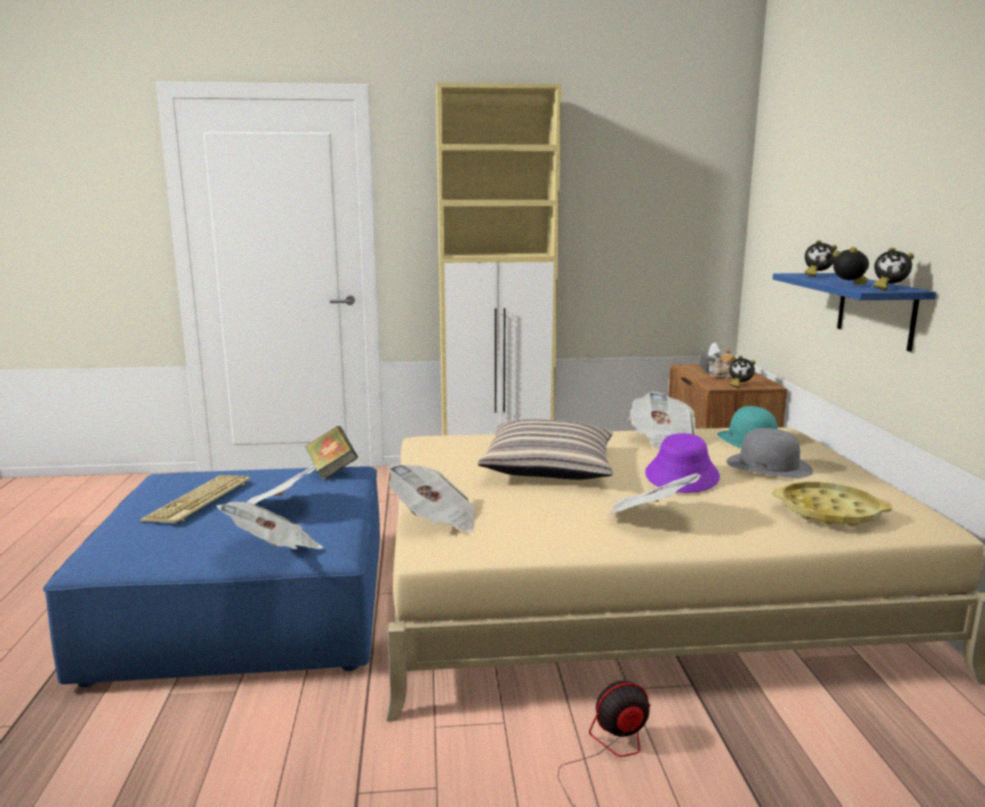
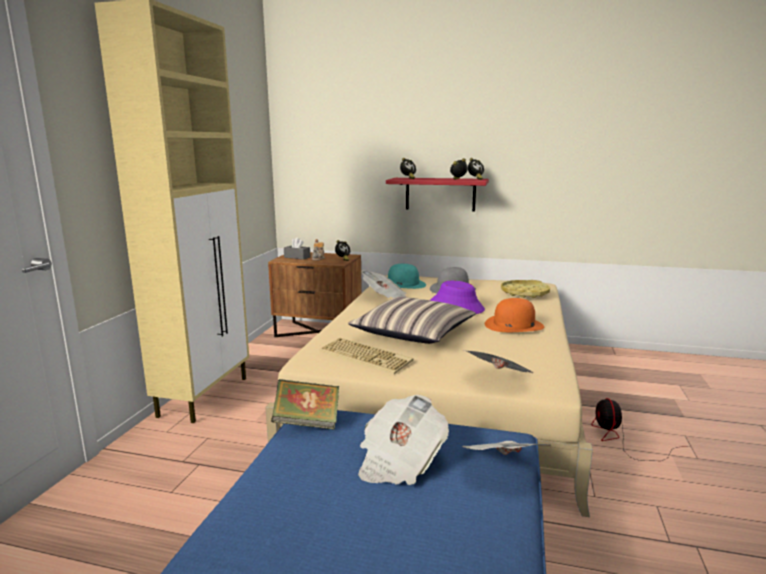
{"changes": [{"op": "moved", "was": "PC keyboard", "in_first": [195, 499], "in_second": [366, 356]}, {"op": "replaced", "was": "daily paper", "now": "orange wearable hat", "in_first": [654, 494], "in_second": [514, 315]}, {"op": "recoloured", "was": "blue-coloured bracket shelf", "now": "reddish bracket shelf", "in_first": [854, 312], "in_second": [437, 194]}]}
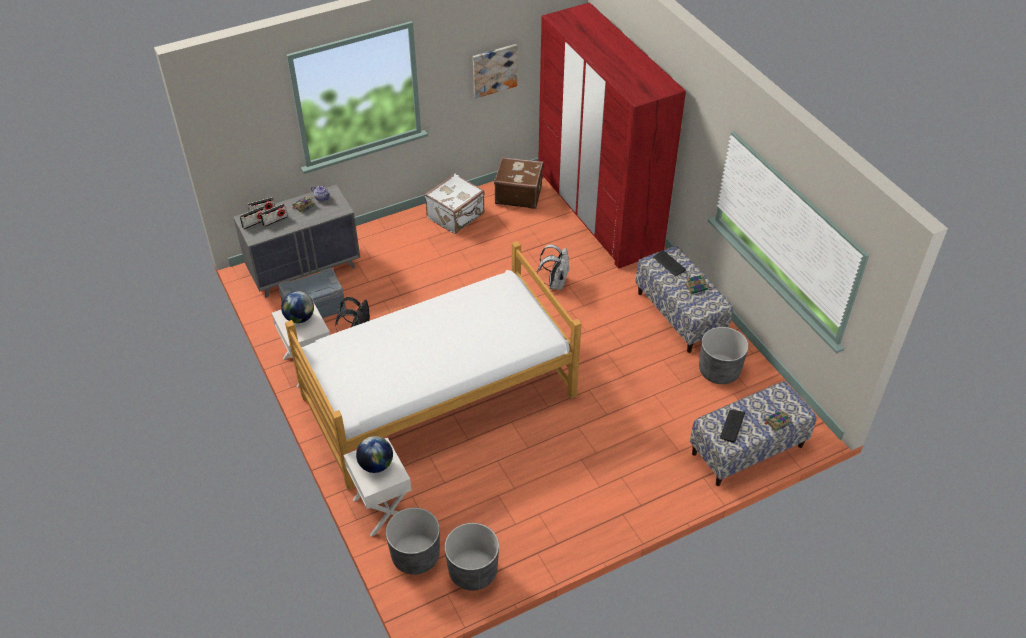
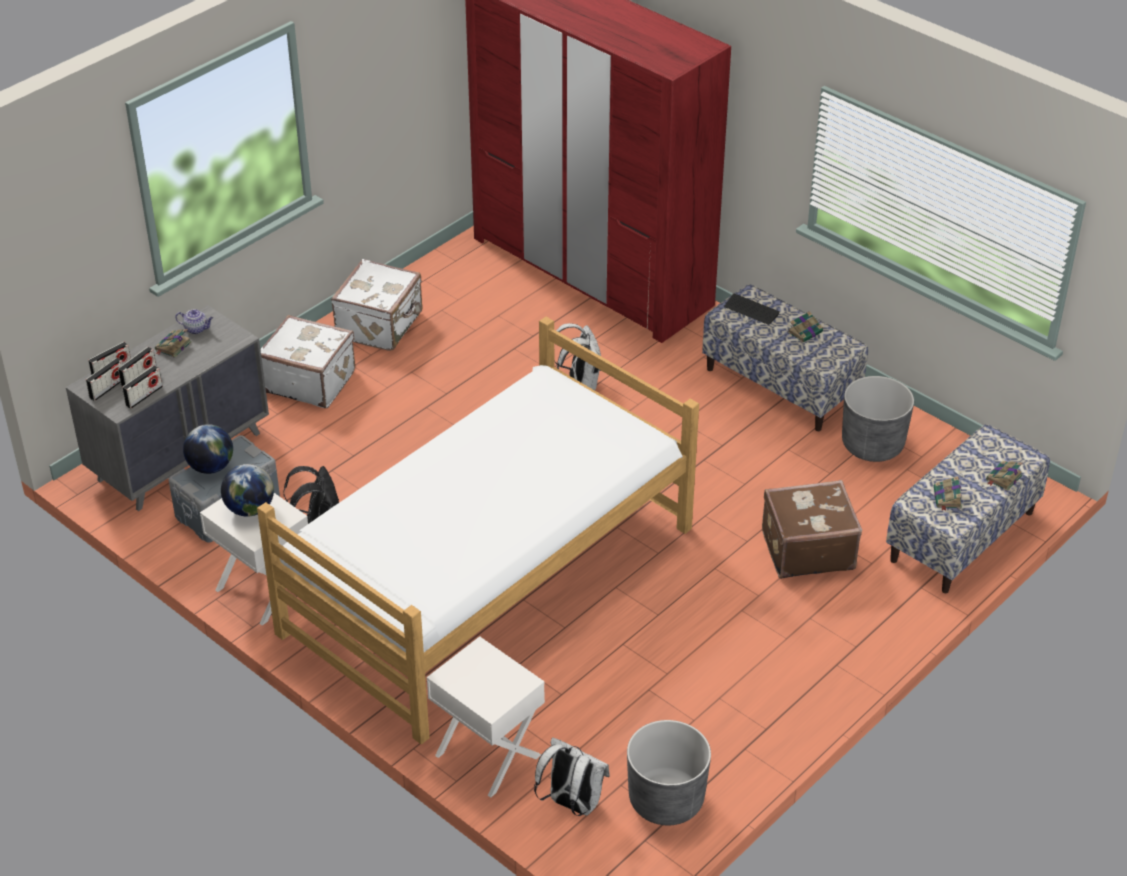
{"changes": [{"op": "moved", "was": "desk globe", "in_first": [374, 454], "in_second": [208, 449]}, {"op": "replaced", "was": "greyish flower pot", "now": "whitish rucksack", "in_first": [413, 541], "in_second": [572, 776]}, {"op": "removed", "was": "wall art", "in_first": [495, 71]}, {"op": "moved", "was": "brown suitcase", "in_first": [519, 183], "in_second": [812, 529]}, {"op": "replaced", "was": "PC keyboard", "now": "volume", "in_first": [732, 426], "in_second": [948, 493]}, {"op": "added", "now": "radio receiver", "in_second": [142, 387]}, {"op": "added", "now": "whitish suitcase", "in_second": [307, 361]}]}
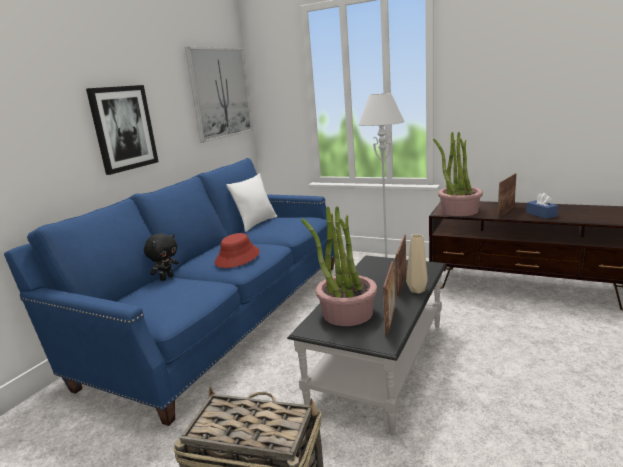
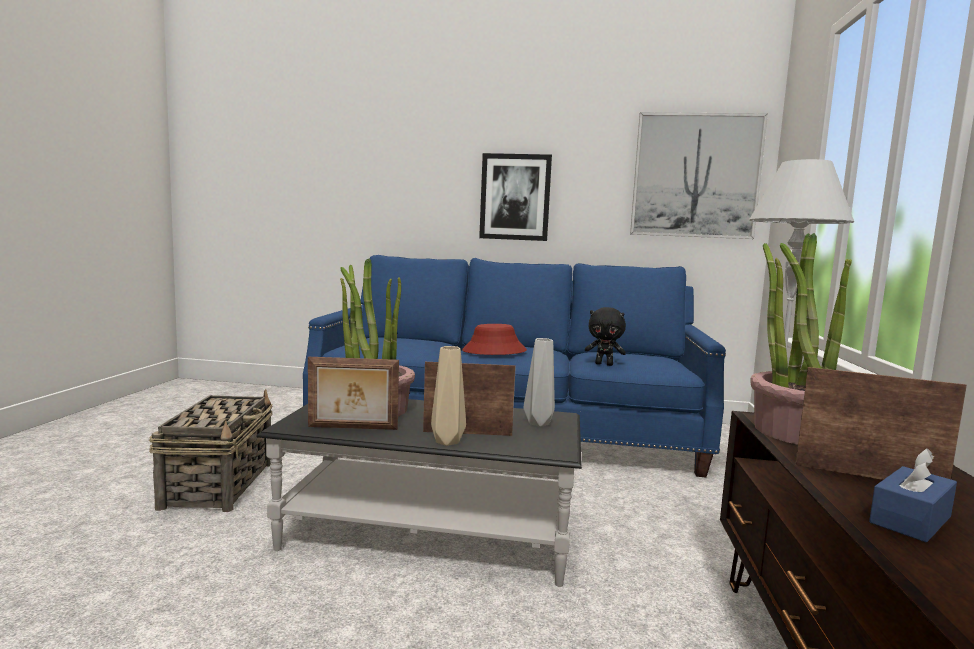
{"changes": [{"op": "moved", "was": "black soft toy", "in_first": [161, 257], "in_second": [605, 336]}, {"op": "removed", "was": "whitish cushion", "in_first": [252, 202]}, {"op": "added", "now": "greyish flower vase", "in_second": [539, 382]}]}
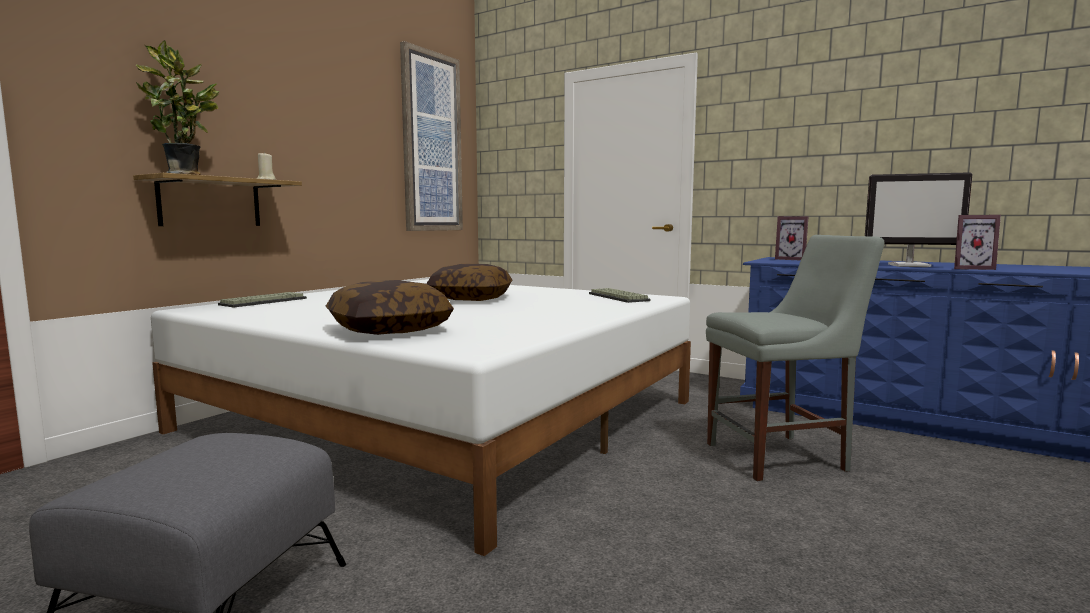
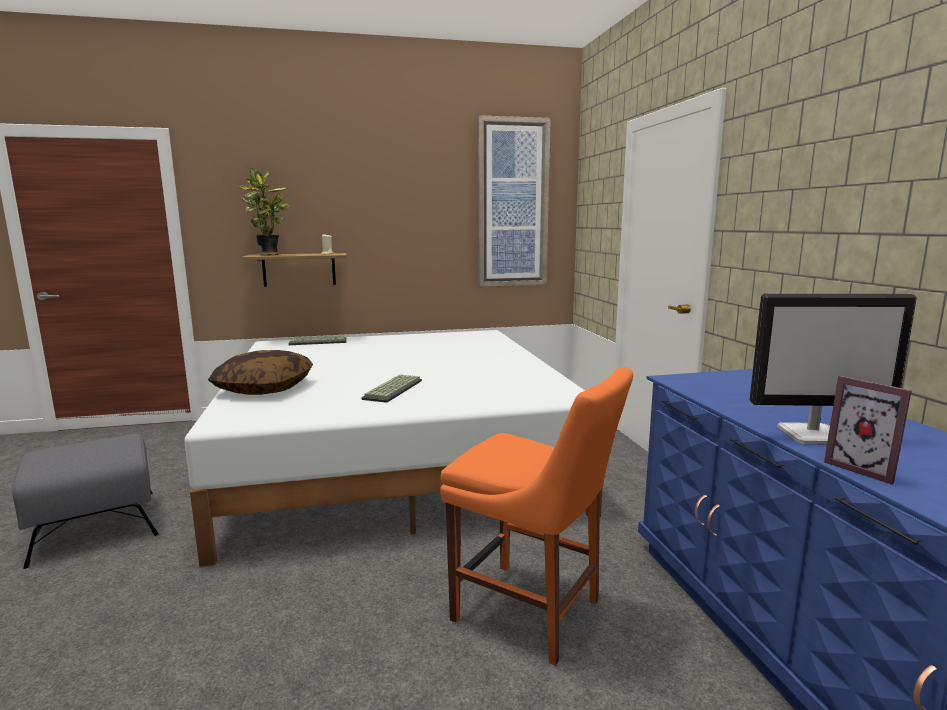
{"changes": [{"op": "removed", "was": "cushion", "in_first": [469, 282]}, {"op": "moved", "was": "PC keyboard", "in_first": [620, 295], "in_second": [391, 389]}, {"op": "recoloured", "was": "greyish upright chair", "now": "orange upright chair", "in_first": [795, 358], "in_second": [536, 516]}, {"op": "removed", "was": "standing frame", "in_first": [792, 238]}, {"op": "turned", "was": "computer display", "in_first": [919, 219], "in_second": [833, 369], "clockwise": -60}]}
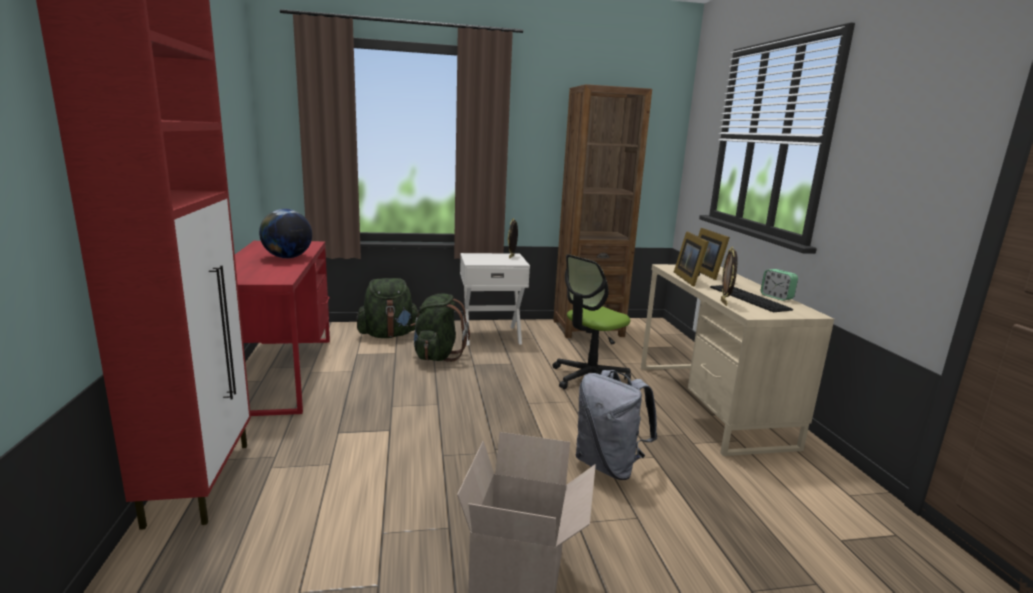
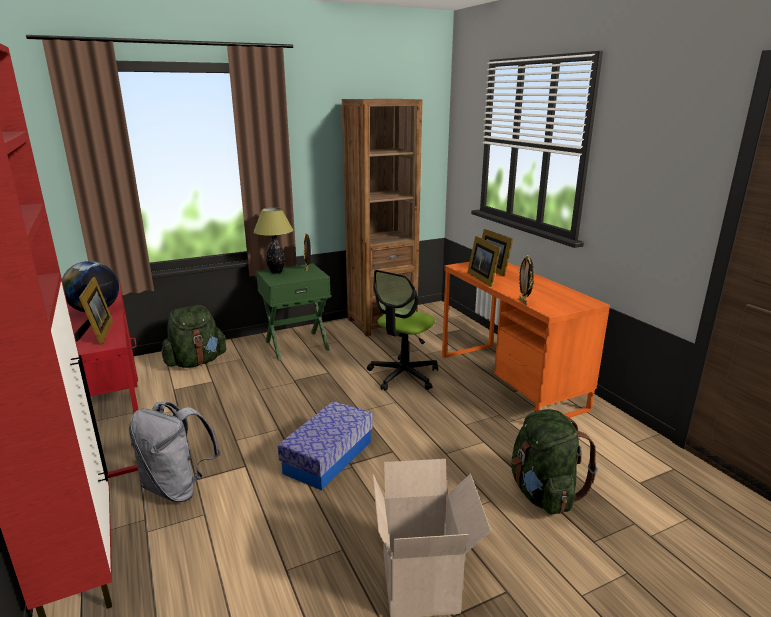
{"changes": [{"op": "moved", "was": "greenish rucksack", "in_first": [440, 327], "in_second": [554, 462]}, {"op": "recoloured", "was": "whitish night table", "now": "greenish night table", "in_first": [495, 299], "in_second": [293, 312]}, {"op": "moved", "was": "greyish rucksack", "in_first": [616, 425], "in_second": [174, 451]}, {"op": "recoloured", "was": "beige desk table", "now": "orange desk table", "in_first": [737, 360], "in_second": [526, 340]}, {"op": "removed", "was": "PC keyboard", "in_first": [751, 298]}, {"op": "removed", "was": "table clock", "in_first": [779, 285]}, {"op": "added", "now": "standing frame", "in_second": [93, 311]}, {"op": "added", "now": "table lamp", "in_second": [273, 240]}, {"op": "added", "now": "storage bin", "in_second": [325, 445]}]}
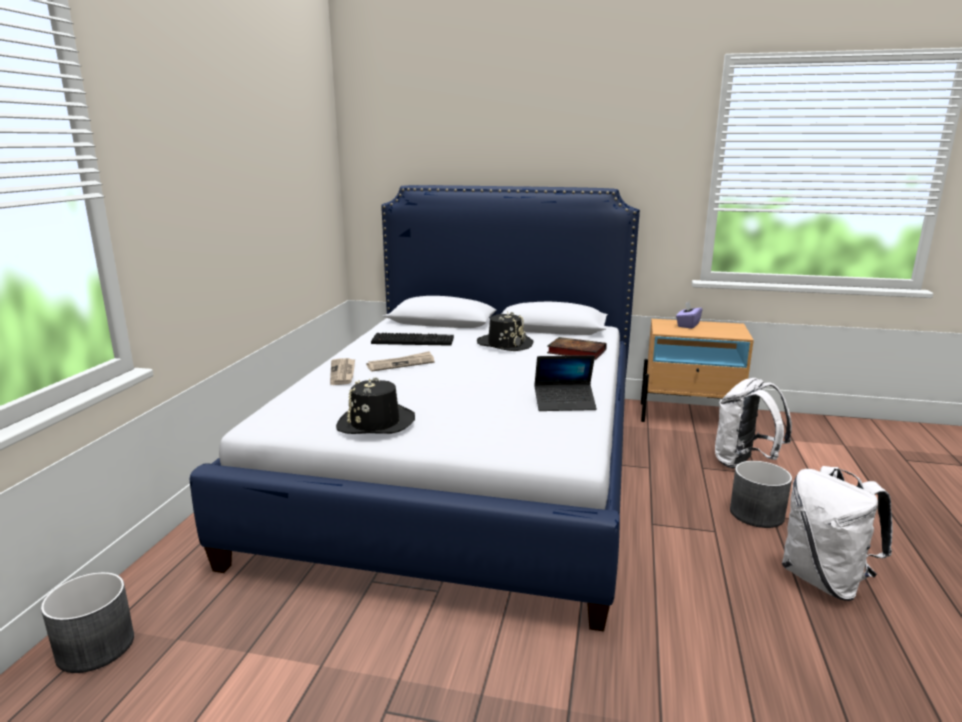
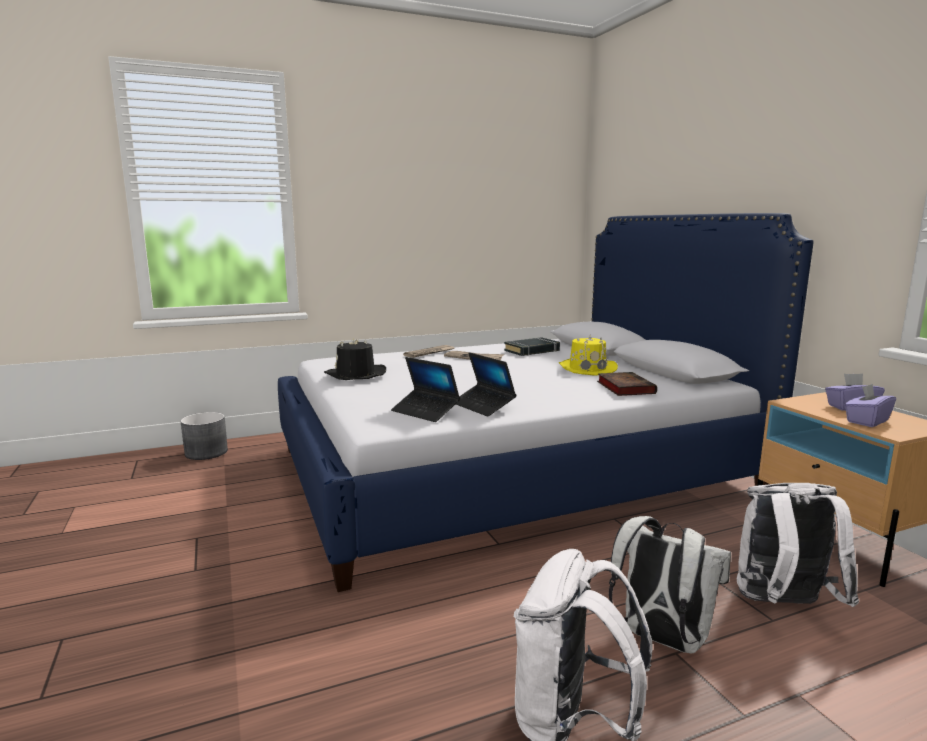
{"changes": [{"op": "replaced", "was": "PC keyboard", "now": "black volume", "in_first": [412, 339], "in_second": [532, 346]}, {"op": "recoloured", "was": "black wearable hat", "now": "yellow wearable hat", "in_first": [505, 331], "in_second": [588, 355]}, {"op": "replaced", "was": "greyish flower pot", "now": "whitish rucksack", "in_first": [761, 494], "in_second": [670, 584]}, {"op": "added", "now": "laptop", "in_second": [425, 389]}, {"op": "added", "now": "purple-coloured tissue holder", "in_second": [870, 405]}]}
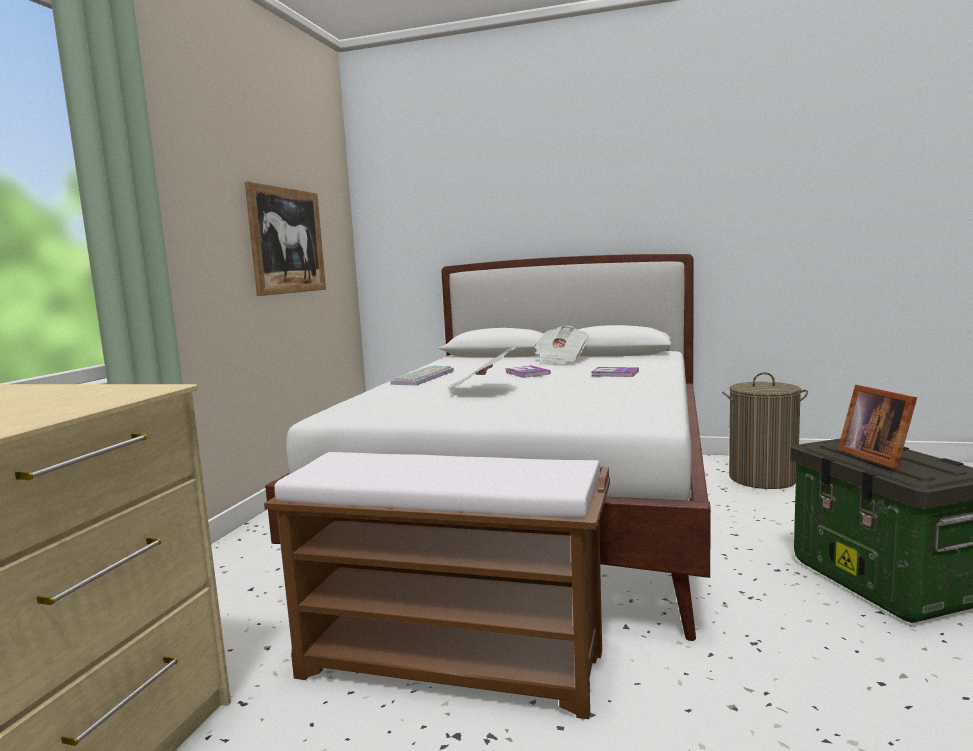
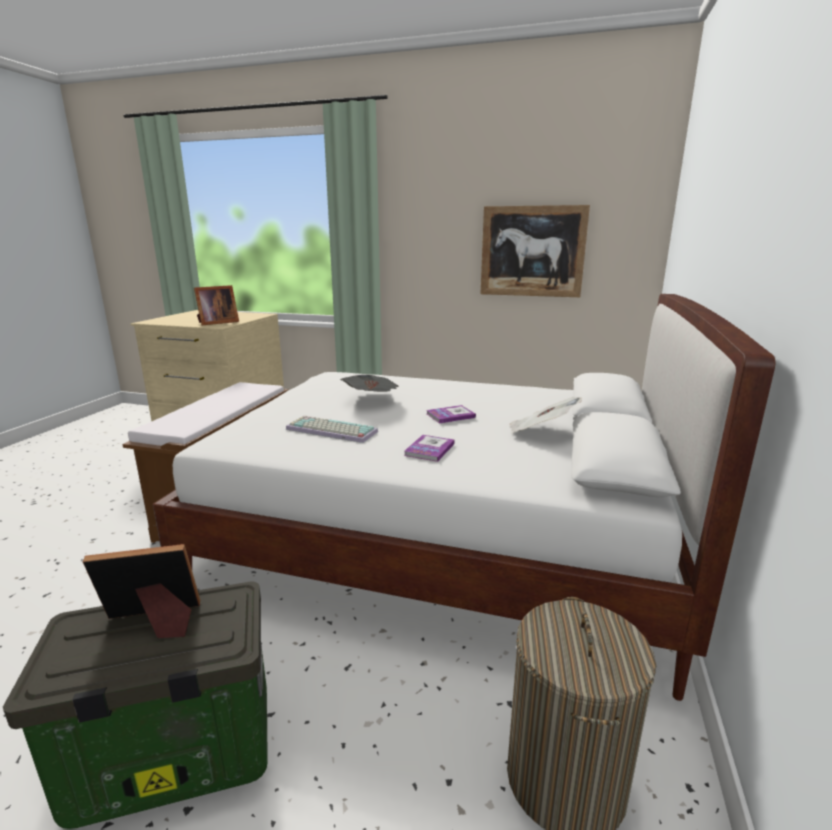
{"changes": [{"op": "moved", "was": "PC keyboard", "in_first": [422, 375], "in_second": [332, 429]}, {"op": "added", "now": "standing frame", "in_second": [216, 305]}]}
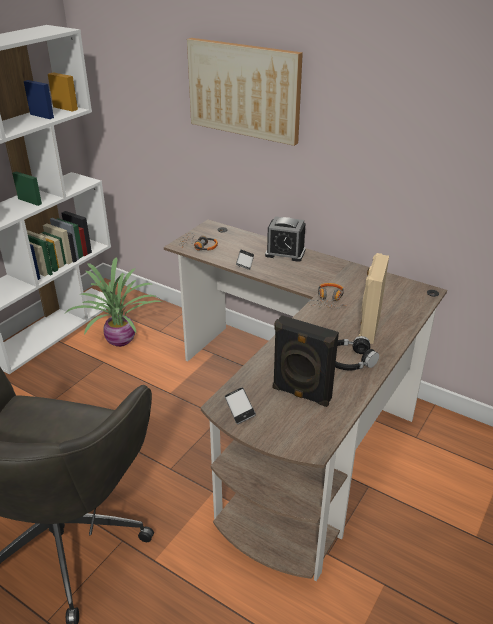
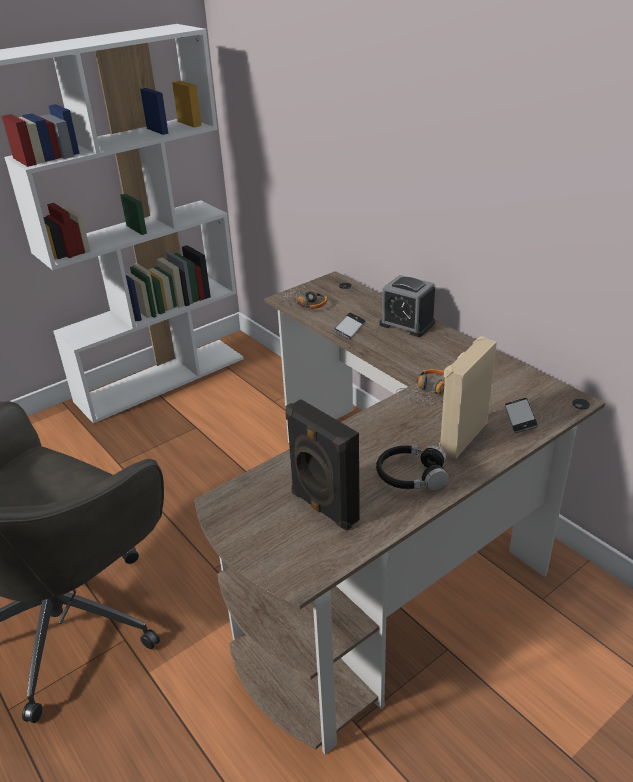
{"changes": [{"op": "removed", "was": "plant in a pot", "in_first": [114, 302]}, {"op": "removed", "was": "wall art", "in_first": [245, 92]}, {"op": "moved", "was": "handset", "in_first": [240, 405], "in_second": [521, 415]}]}
